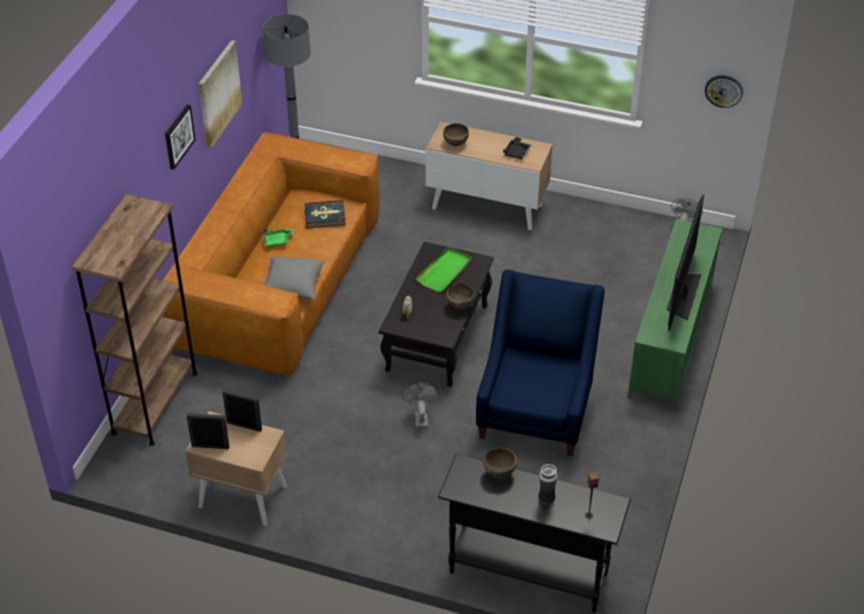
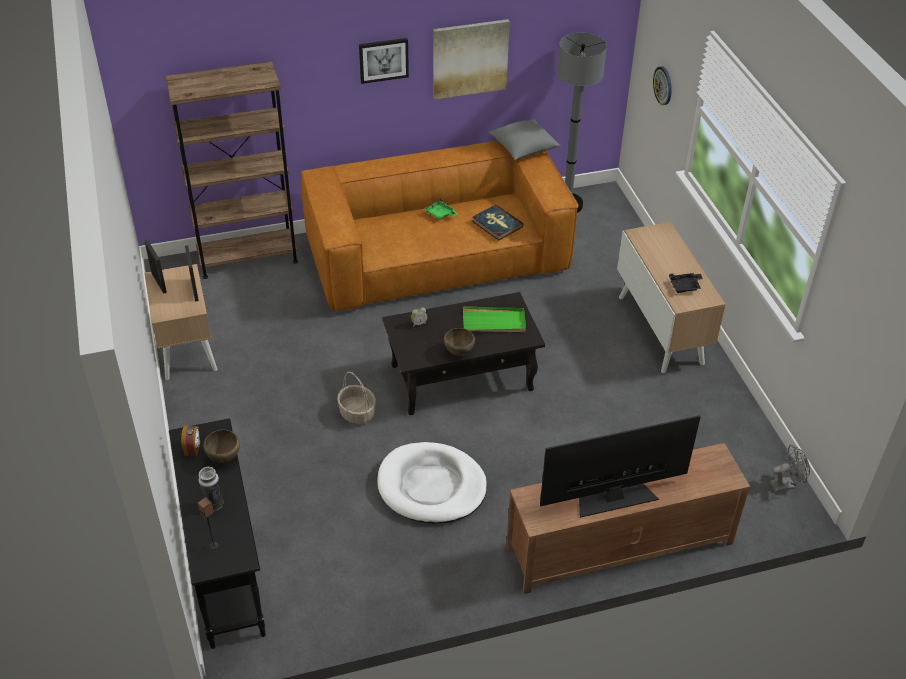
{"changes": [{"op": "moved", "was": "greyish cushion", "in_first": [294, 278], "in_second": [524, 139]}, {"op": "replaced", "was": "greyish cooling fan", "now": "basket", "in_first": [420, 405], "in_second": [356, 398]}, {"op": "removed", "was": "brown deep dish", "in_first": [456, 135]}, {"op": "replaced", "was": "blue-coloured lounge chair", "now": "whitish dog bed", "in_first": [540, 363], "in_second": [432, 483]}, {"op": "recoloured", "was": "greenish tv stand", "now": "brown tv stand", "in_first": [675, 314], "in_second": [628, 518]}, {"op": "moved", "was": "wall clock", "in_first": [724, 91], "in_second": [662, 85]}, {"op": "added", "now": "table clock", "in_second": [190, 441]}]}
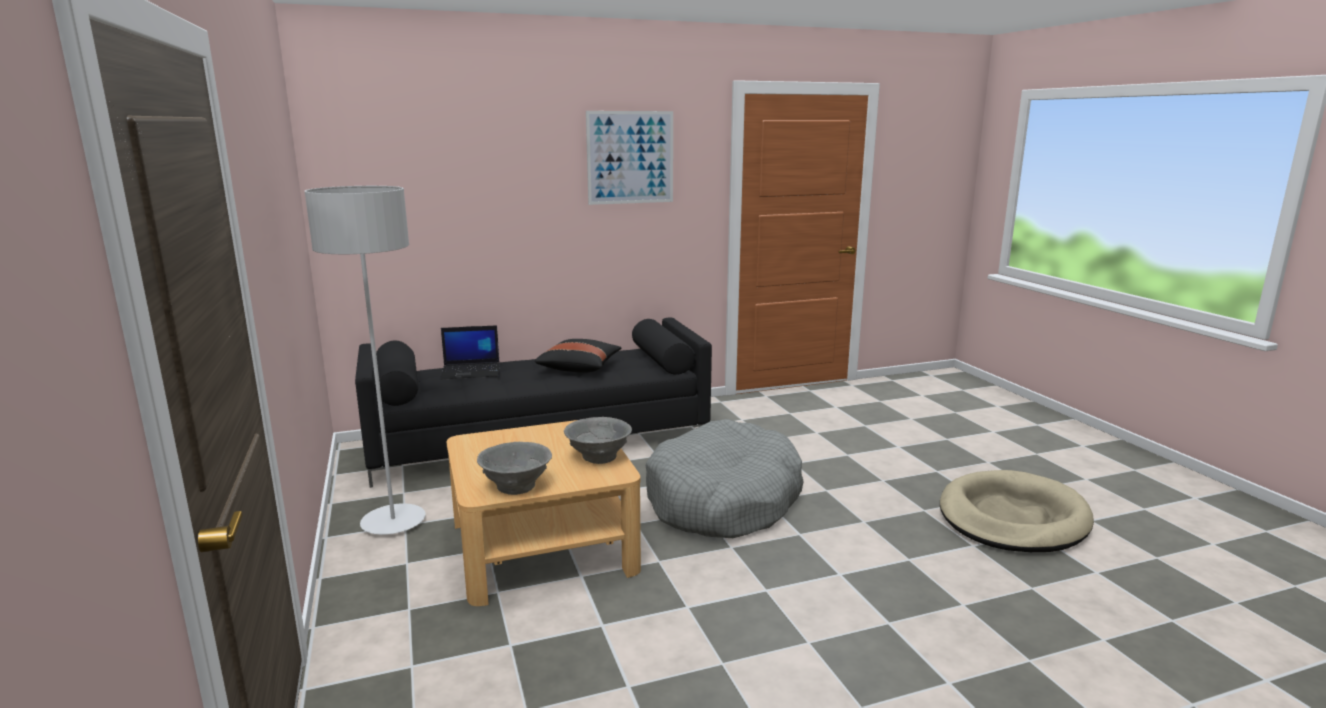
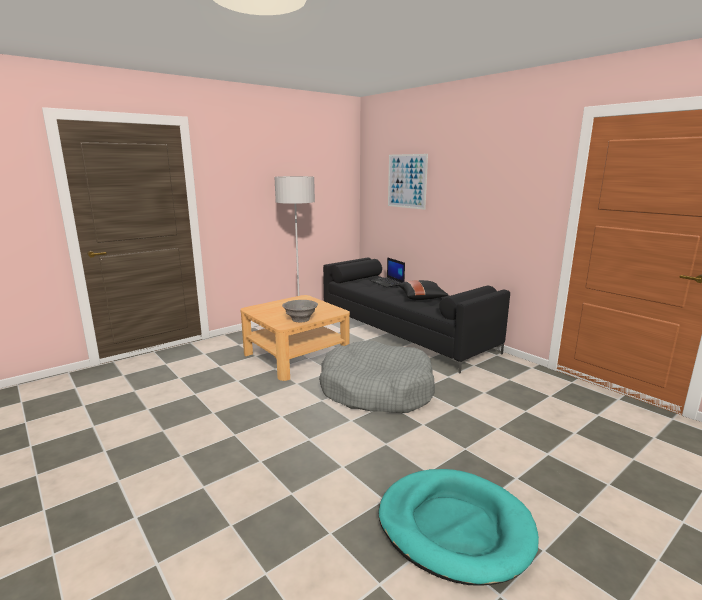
{"changes": [{"op": "removed", "was": "greyish deep dish", "in_first": [514, 468]}, {"op": "moved", "was": "wall art", "in_first": [629, 158], "in_second": [408, 182]}, {"op": "recoloured", "was": "beige dog bed", "now": "blue-green dog bed", "in_first": [1017, 511], "in_second": [458, 527]}]}
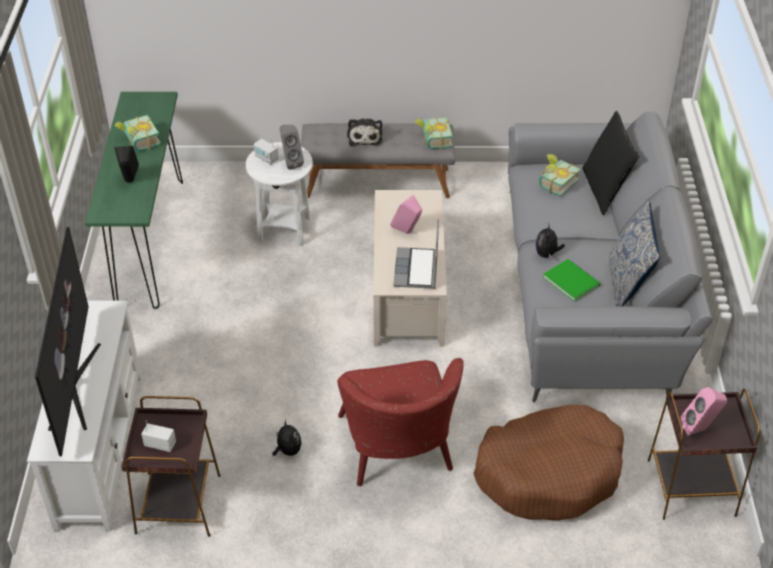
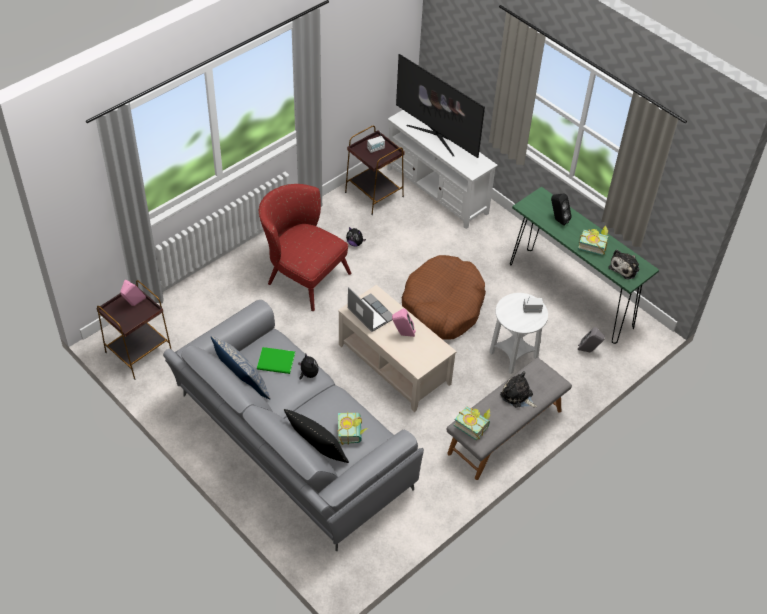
{"changes": [{"op": "moved", "was": "greyish speaker", "in_first": [292, 147], "in_second": [591, 339]}, {"op": "moved", "was": "brown dog bed", "in_first": [548, 463], "in_second": [444, 297]}, {"op": "added", "now": "soft toy", "in_second": [624, 264]}]}
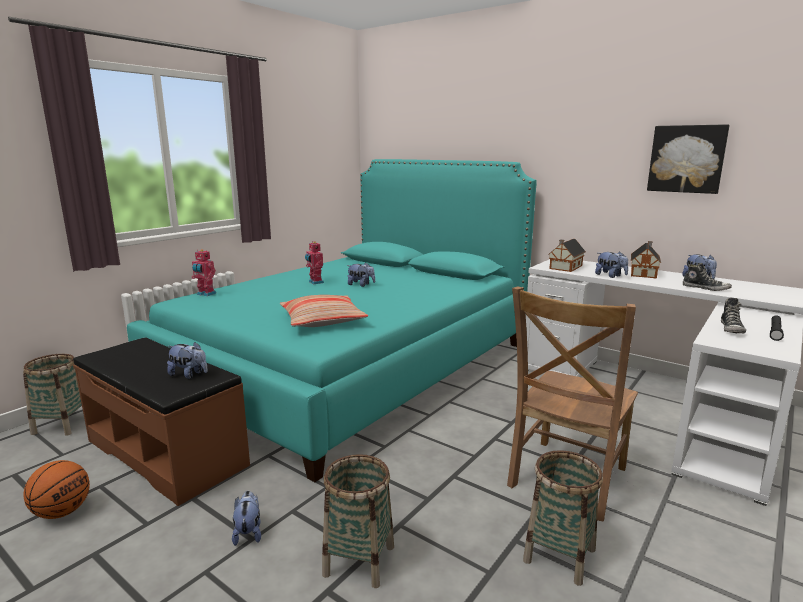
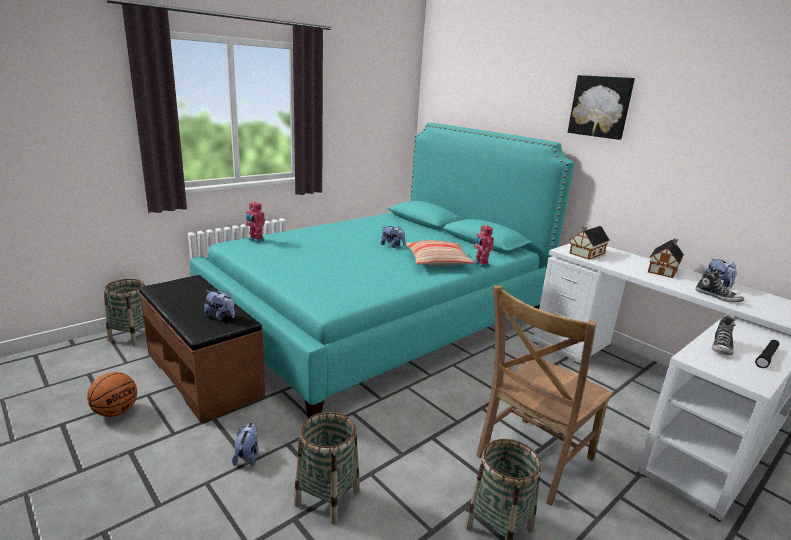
{"changes": [{"op": "moved", "was": "cushion", "in_first": [324, 311], "in_second": [440, 253]}, {"op": "moved", "was": "robot figure", "in_first": [314, 262], "in_second": [484, 245]}, {"op": "removed", "was": "soft toy", "in_first": [611, 265]}, {"op": "moved", "was": "wall art", "in_first": [688, 159], "in_second": [601, 107]}]}
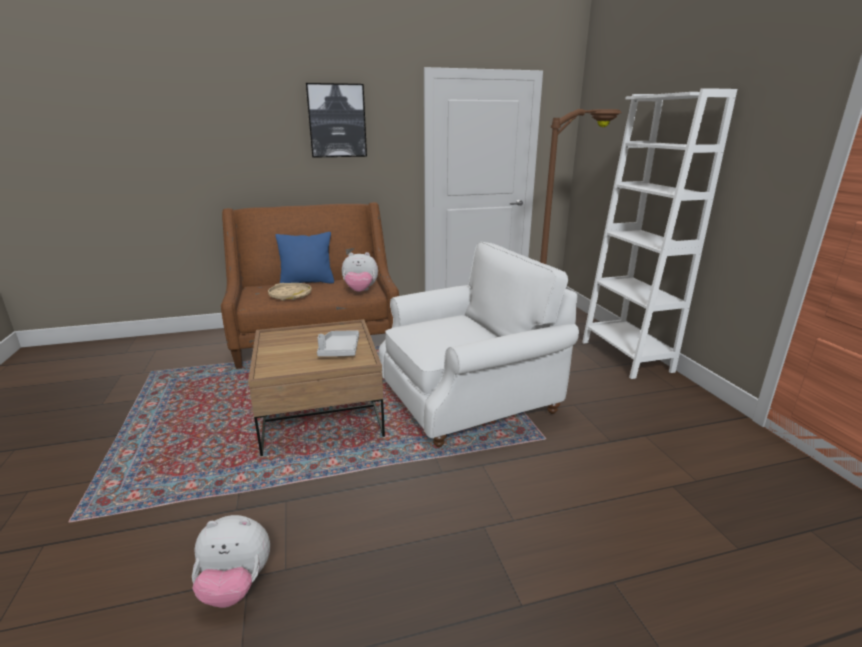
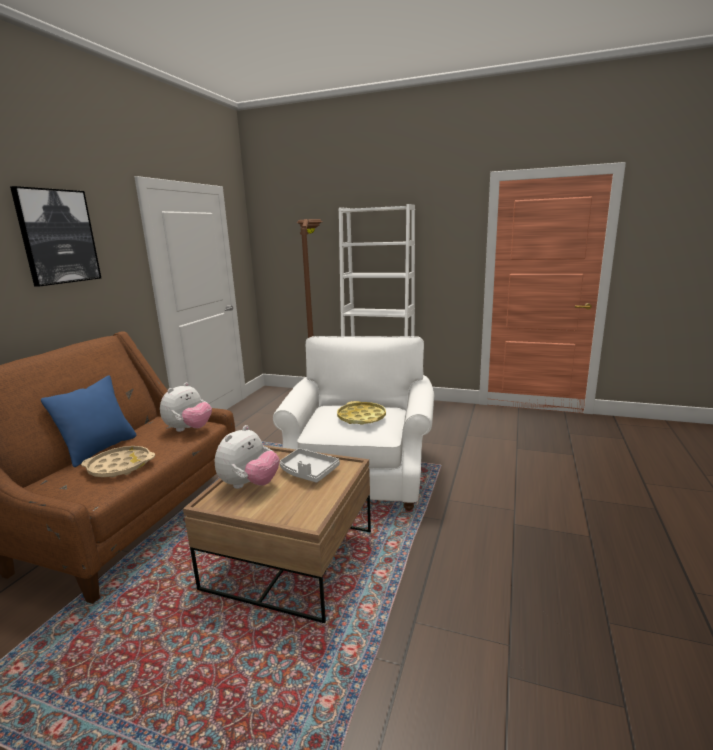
{"changes": [{"op": "moved", "was": "soft toy", "in_first": [231, 561], "in_second": [247, 457]}, {"op": "added", "now": "yellow serving tray", "in_second": [361, 413]}]}
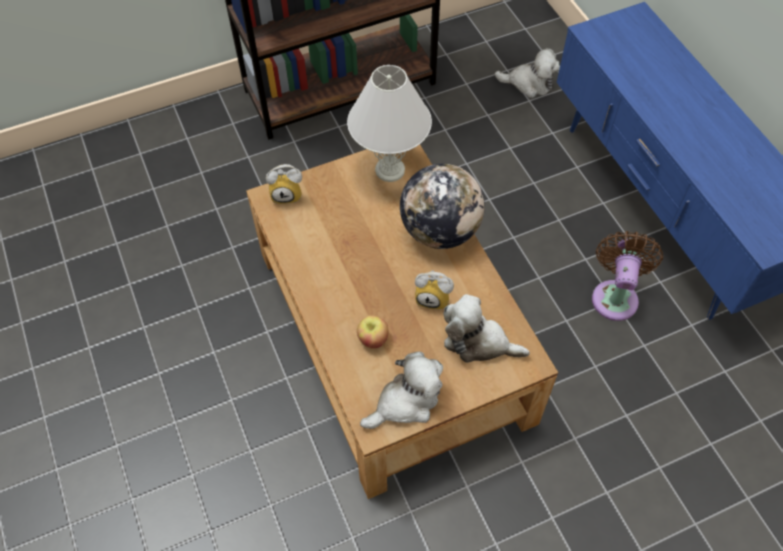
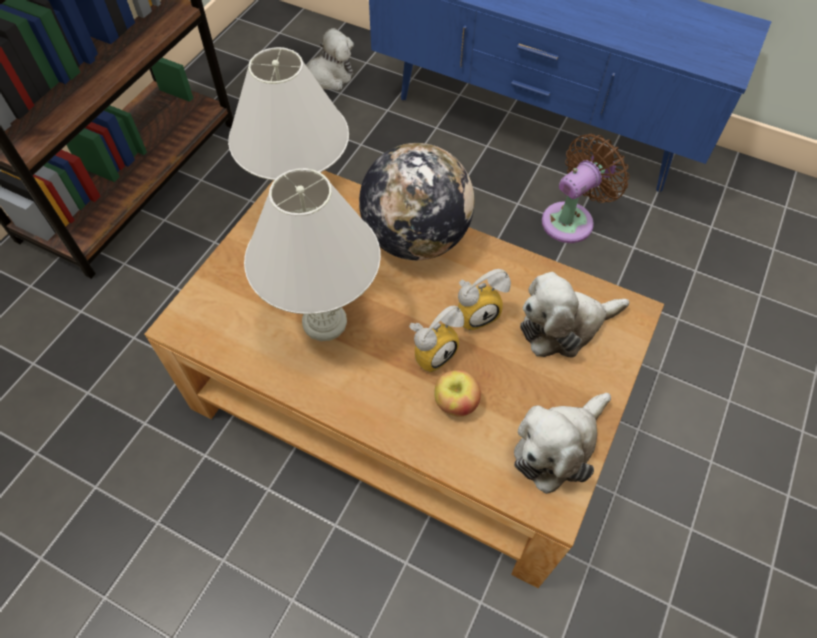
{"changes": [{"op": "moved", "was": "table clock", "in_first": [284, 184], "in_second": [436, 339]}, {"op": "turned", "was": "soft toy", "in_first": [401, 390], "in_second": [562, 443], "clockwise": -150}, {"op": "turned", "was": "brown cooling fan", "in_first": [627, 276], "in_second": [586, 188], "clockwise": 75}, {"op": "added", "now": "whitish table lamp", "in_second": [312, 254]}]}
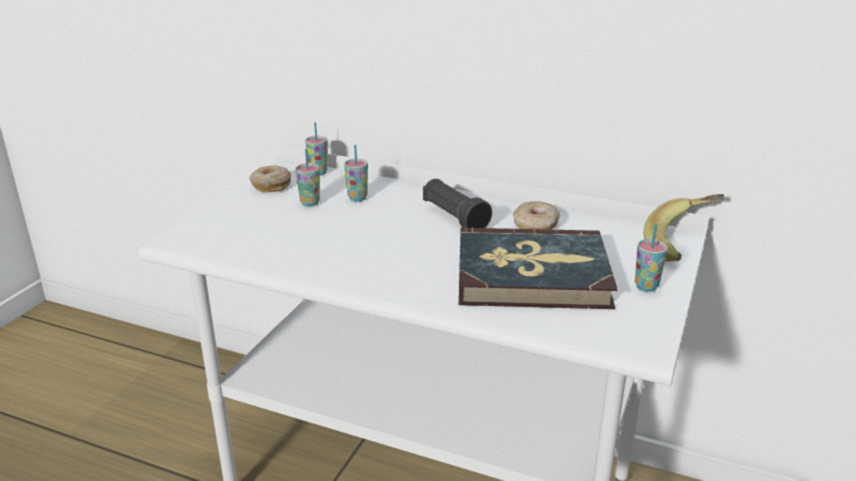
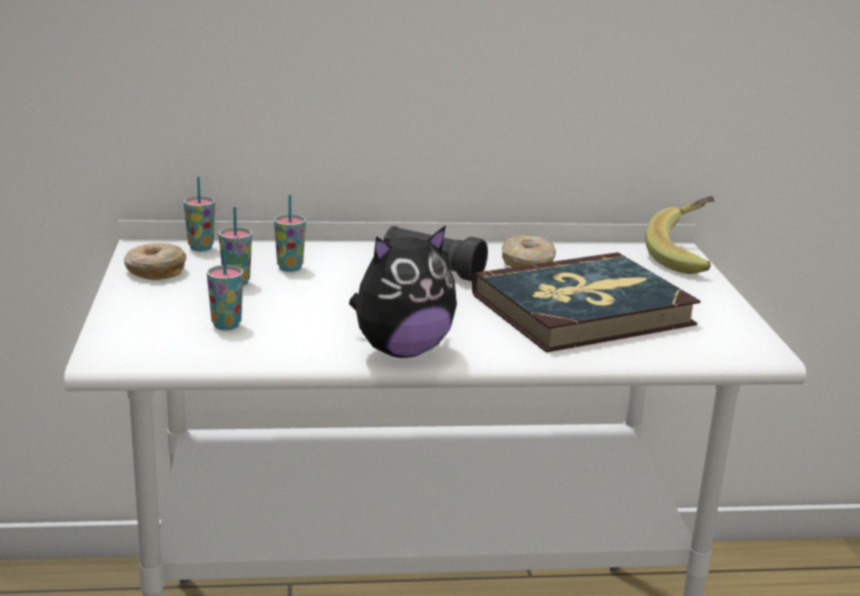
{"changes": [{"op": "moved", "was": "drinking cup", "in_first": [651, 258], "in_second": [225, 287]}, {"op": "added", "now": "soft toy", "in_second": [403, 291]}]}
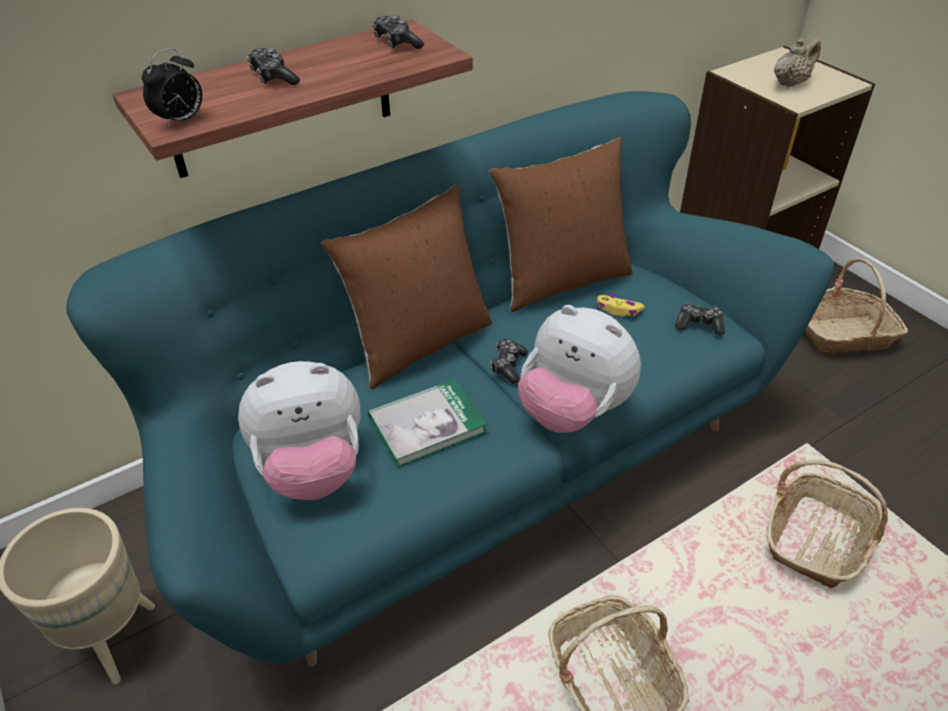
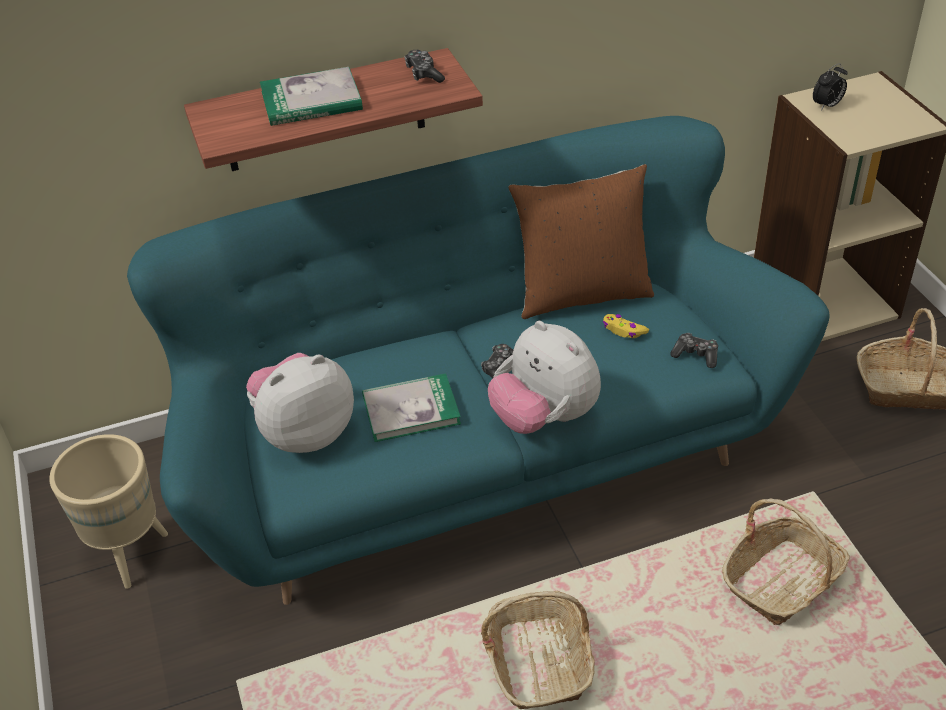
{"changes": [{"op": "moved", "was": "table clock", "in_first": [172, 88], "in_second": [830, 86]}, {"op": "turned", "was": "soft toy", "in_first": [299, 430], "in_second": [300, 403], "clockwise": 150}, {"op": "replaced", "was": "gamepad", "now": "volume", "in_first": [273, 66], "in_second": [311, 96]}, {"op": "removed", "was": "brown cushion", "in_first": [407, 286]}, {"op": "removed", "was": "beige pot for tea", "in_first": [797, 62]}]}
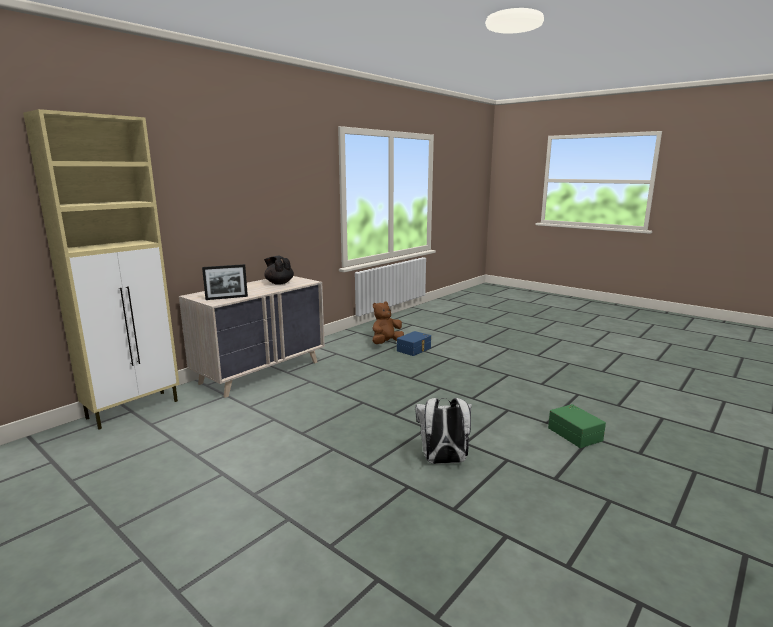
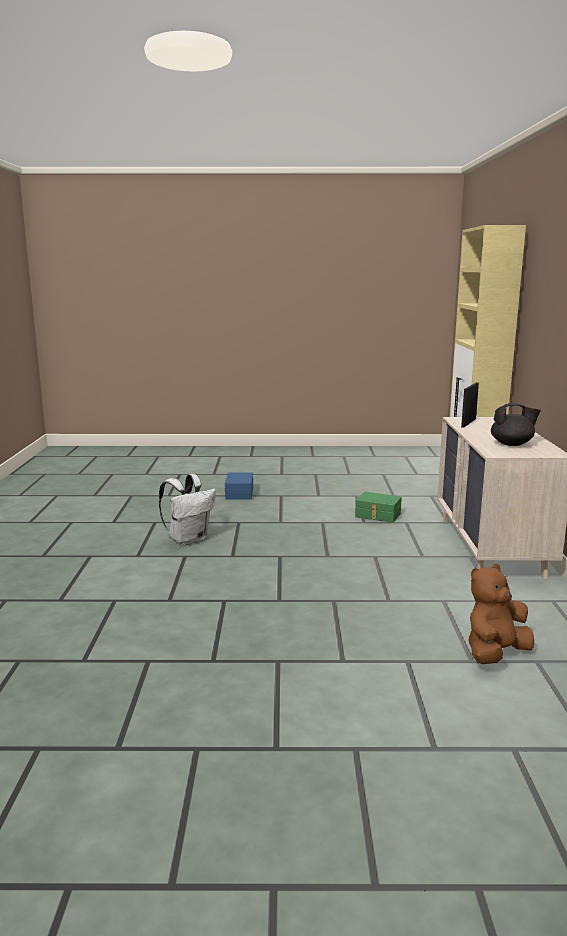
{"changes": [{"op": "turned", "was": "brown soft toy", "in_first": [388, 323], "in_second": [501, 613], "clockwise": -135}, {"op": "moved", "was": "blue-coloured storage bin", "in_first": [414, 343], "in_second": [238, 486]}, {"op": "moved", "was": "greenish storage bin", "in_first": [577, 426], "in_second": [378, 507]}]}
